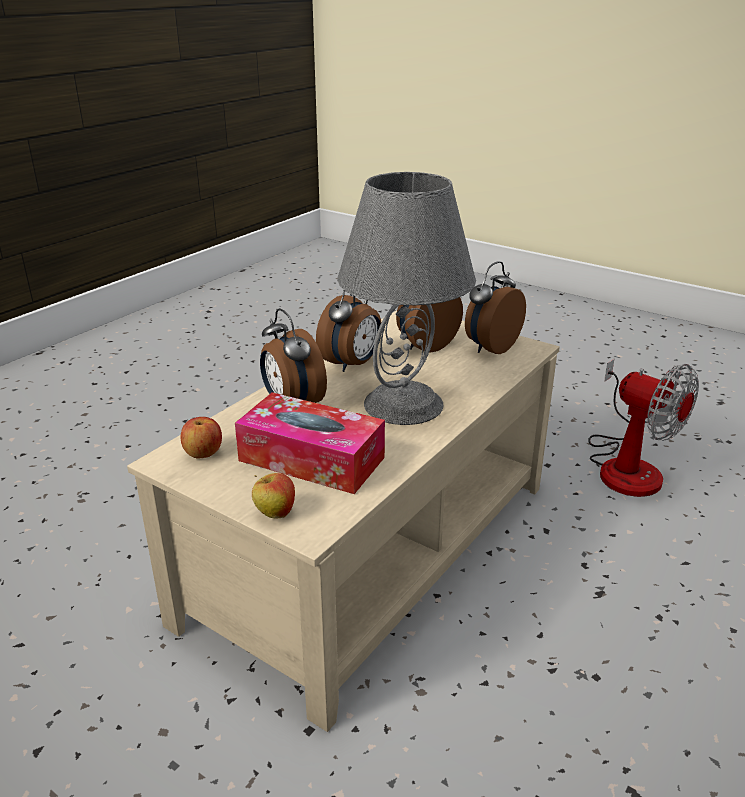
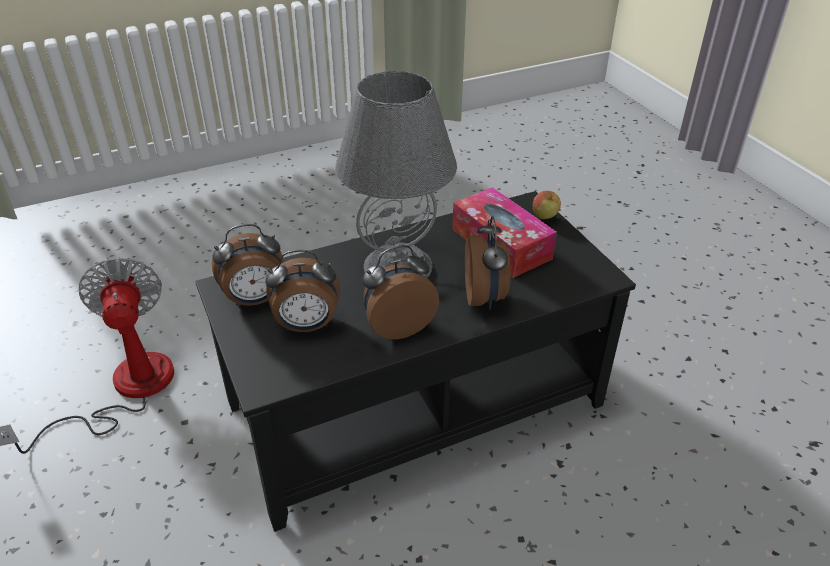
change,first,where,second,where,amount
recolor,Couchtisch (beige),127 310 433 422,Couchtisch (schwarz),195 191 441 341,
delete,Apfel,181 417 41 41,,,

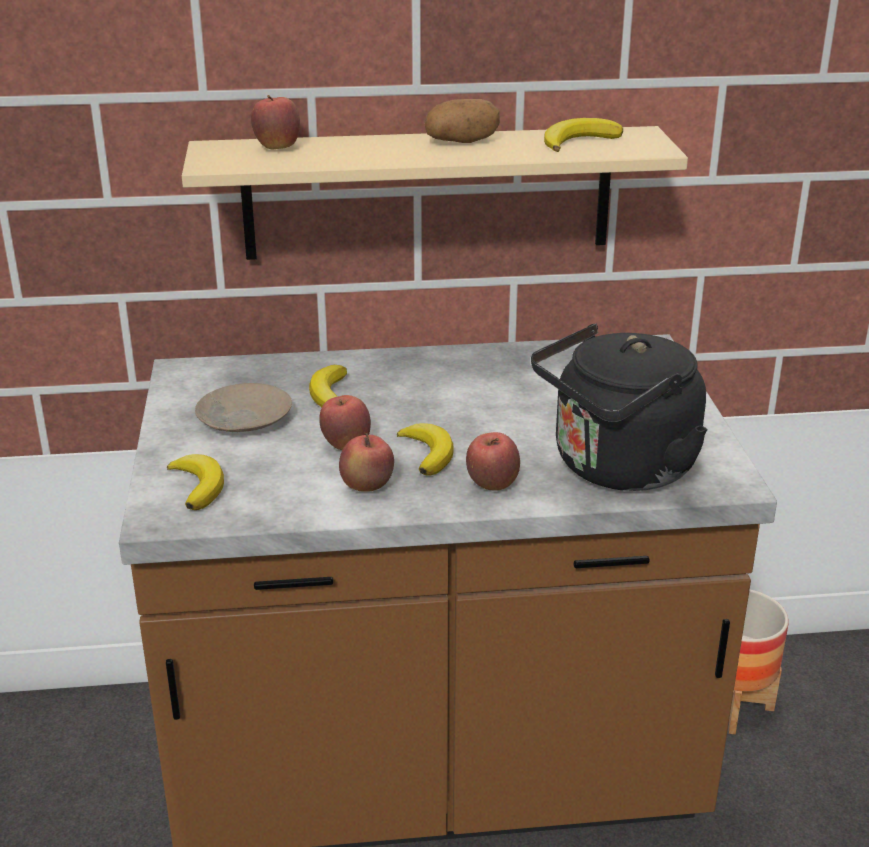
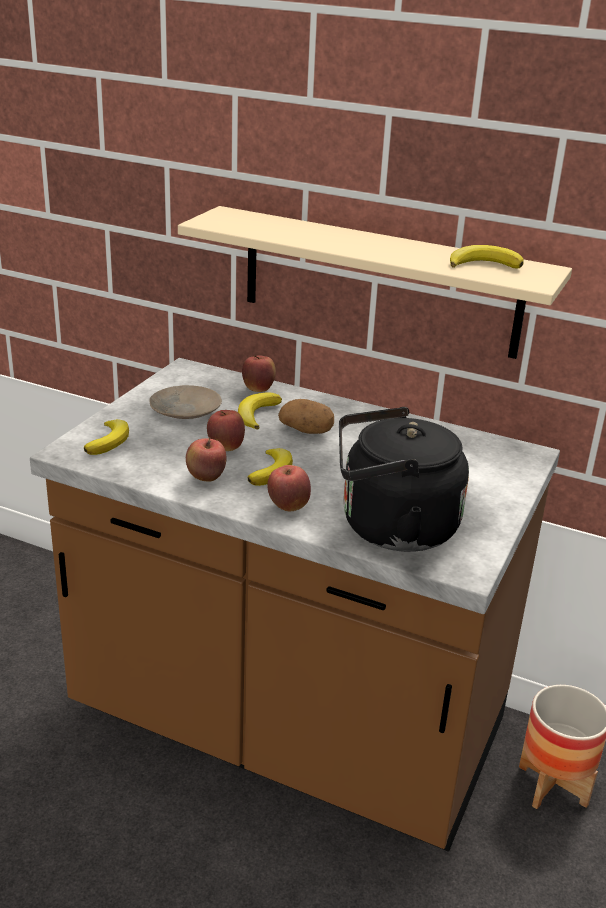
change,first,where,second,where,amount
move,Apfel,251 95 49 55,,242 355 34 37,
move,Kartoffel,425 99 75 44,,278 399 56 35,

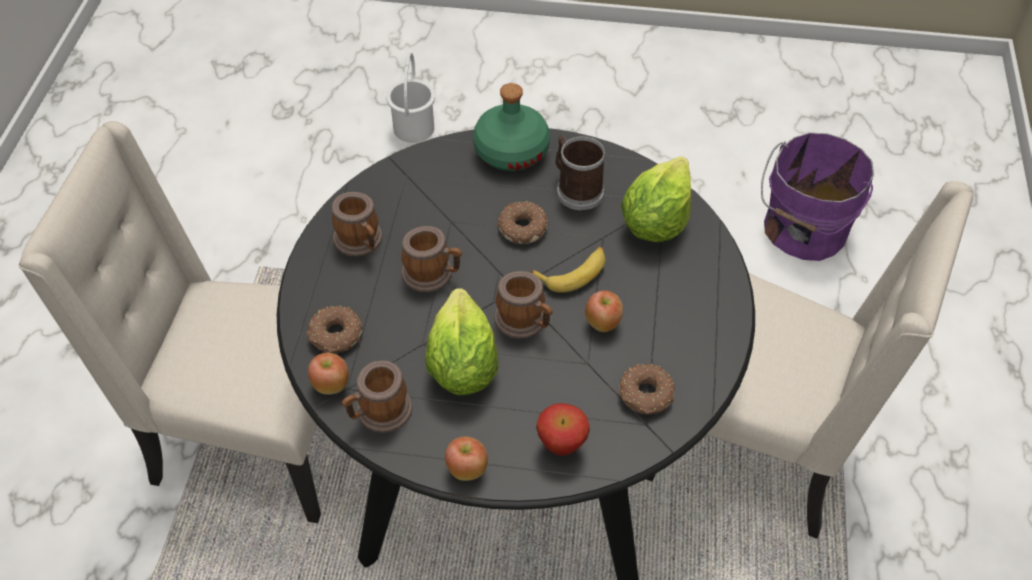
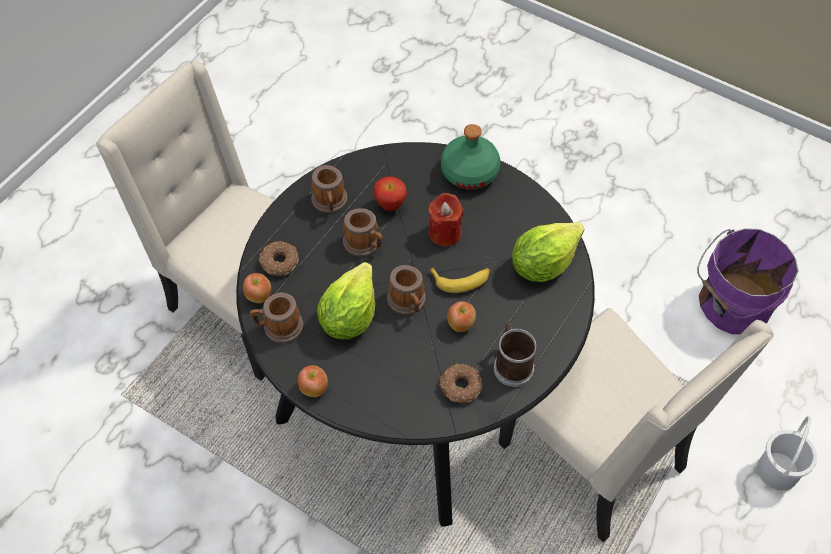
change,first,where,second,where,amount
move,Eimer (weiß),386 53 49 90,,757 416 60 74,
replace,Donut,497 201 51 43,Kerze (rot),428 193 36 53,
move,Apfel,536 403 54 53,,374 176 33 35,
move,Henkelbecher,556 135 50 75,,494 322 42 65,

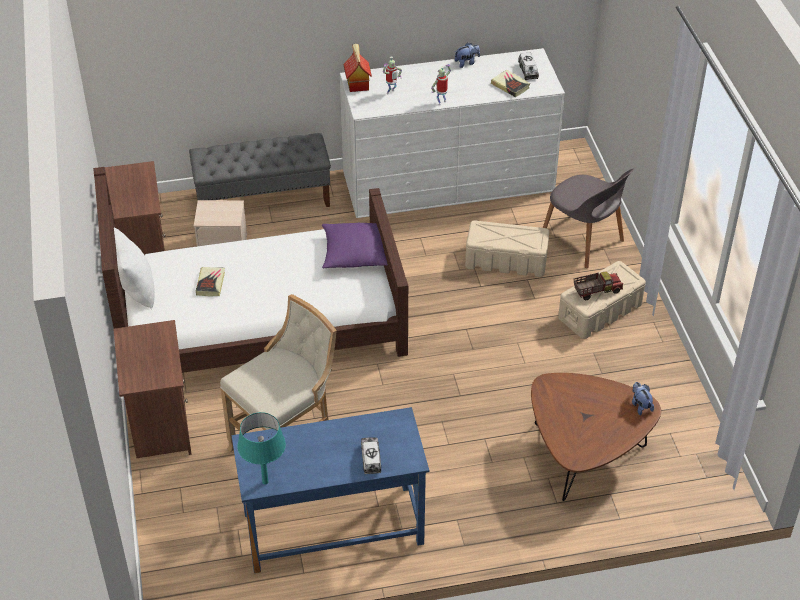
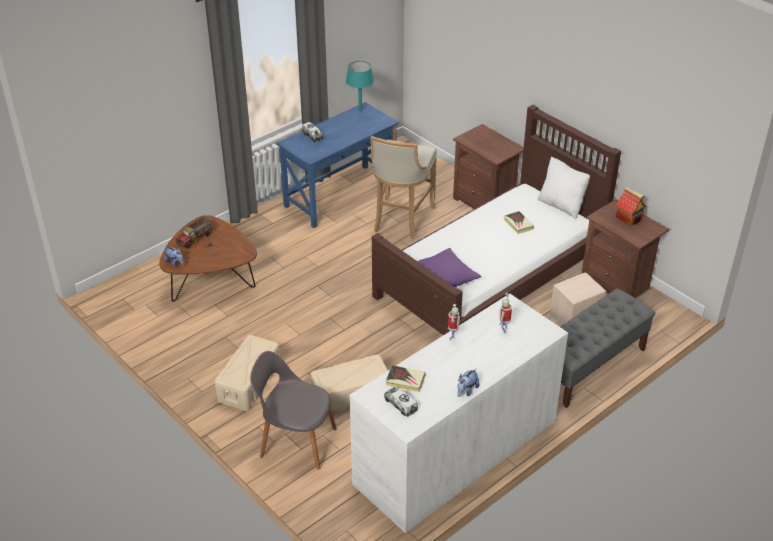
change,first,where,second,where,amount
move,Spielzeughaus,343 43 29 49,,616 187 30 39,
move,Spielzeuglaster,573 272 50 28,,175 217 38 32,

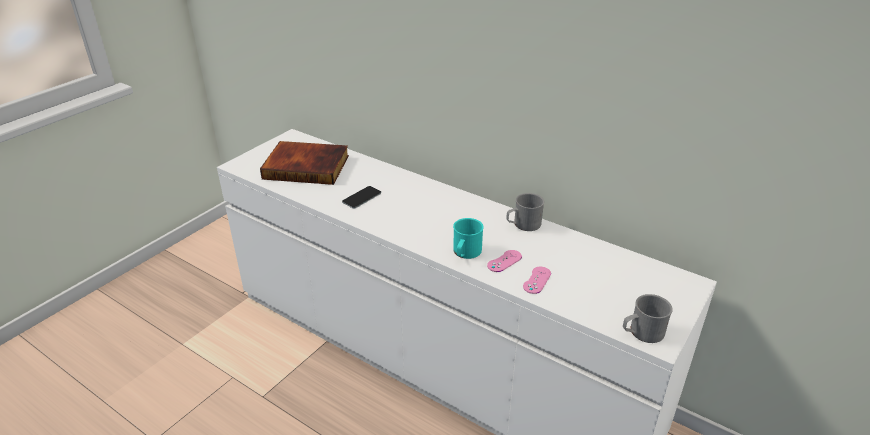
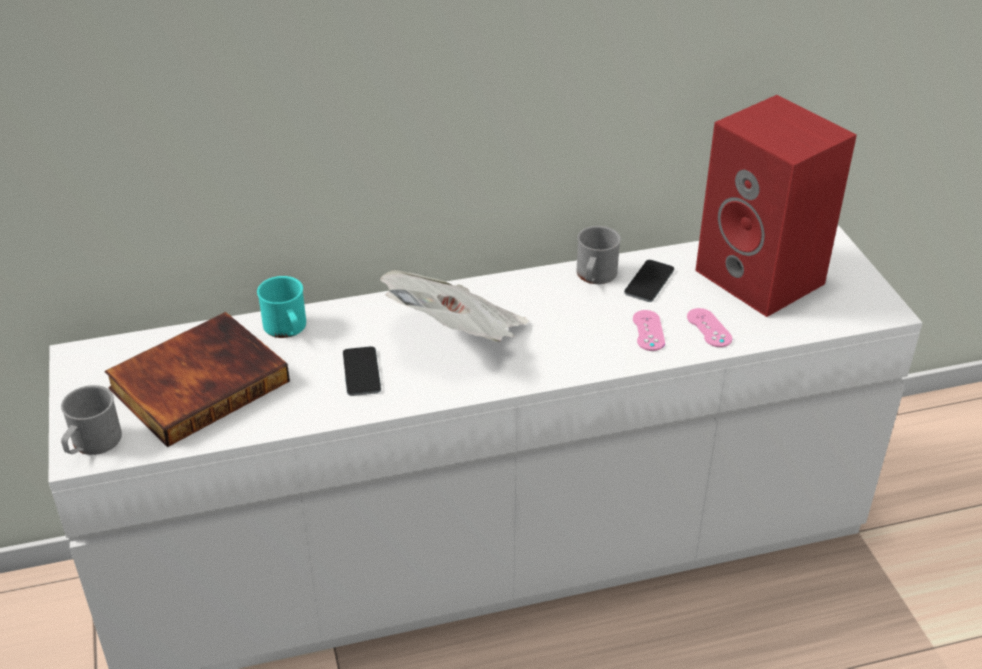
change,first,where,second,where,amount
move,Henkelbecher (türkis),453 218 31 41,,257 276 49 62,
move,Henkelbecher (grau),623 294 50 49,,61 385 61 70,
insert,,,Zeitung,380 270 148 72,
insert,,,Handy,624 260 50 42,
insert,,,Lautsprecher (rot),695 95 162 222,

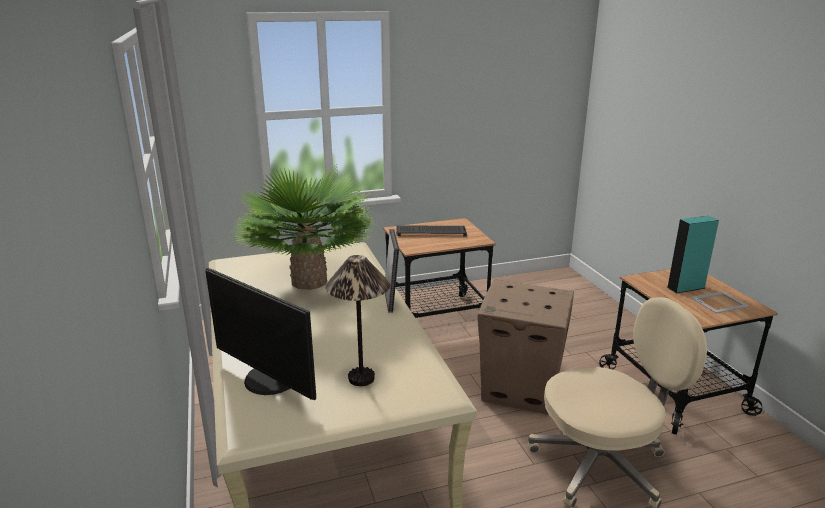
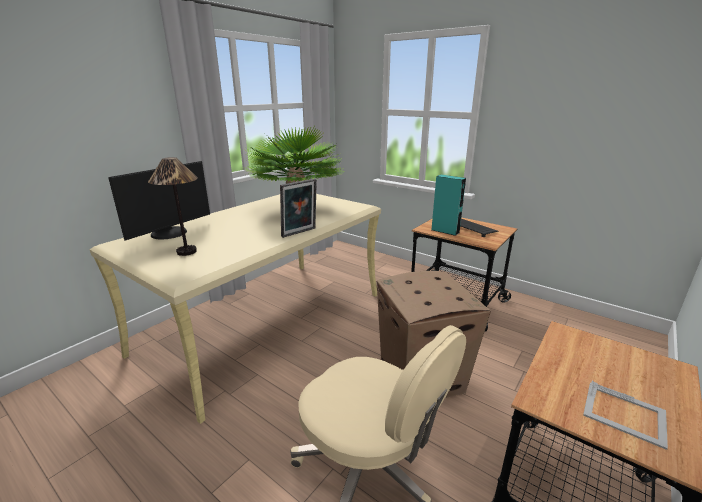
change,first,where,second,where,amount
rotate,Monitor,205 268 111 132,,108 161 102 80,150 degrees counterclockwise
move,Lautsprecher (türkis),667 216 52 77,,431 175 35 61,

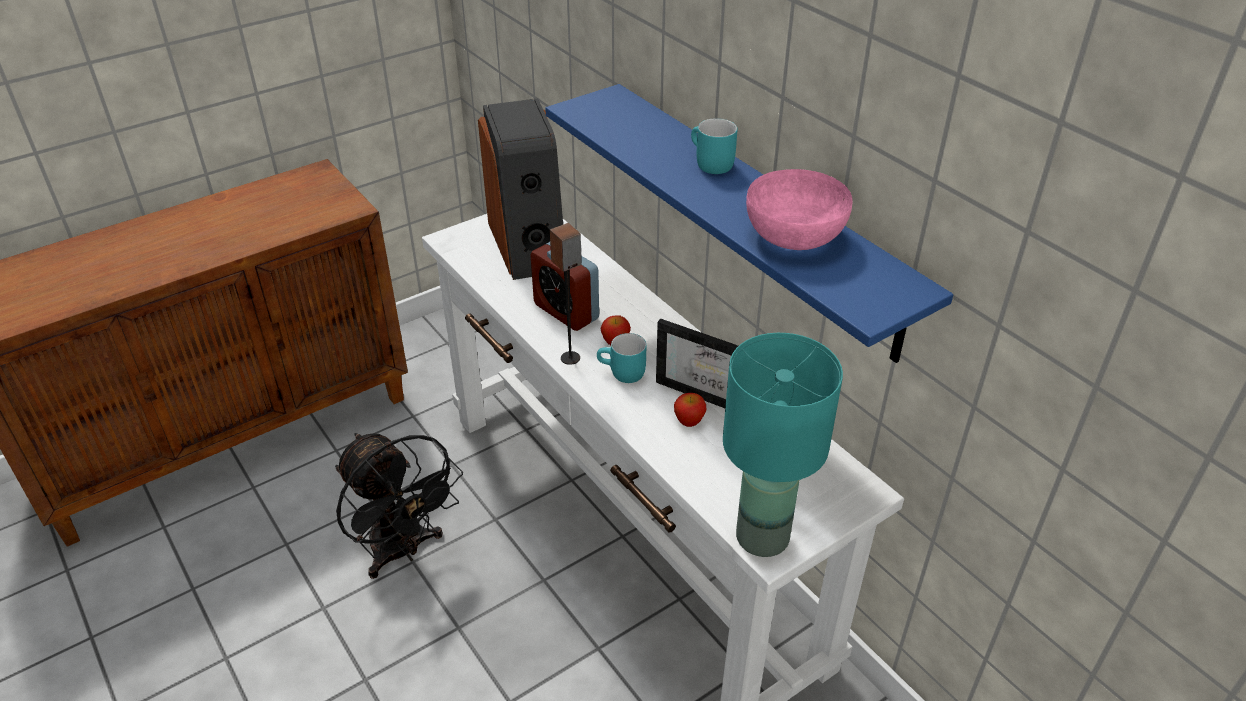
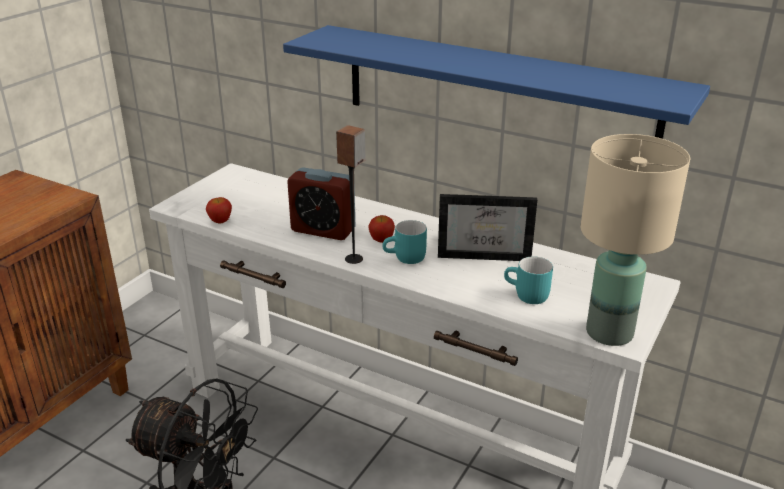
change,first,where,second,where,amount
delete,Lautsprecher,478 99 85 181,,,
move,Apfel,674 393 32 34,,206 197 26 27,
move,Henkelbecher (türkis),691 118 47 56,,504 256 49 48,
recolor,Tischlampe (türkis),723 333 120 224,Tischlampe (beige),581 134 109 212,
delete,Schüssel (rosa),746 169 106 81,,,

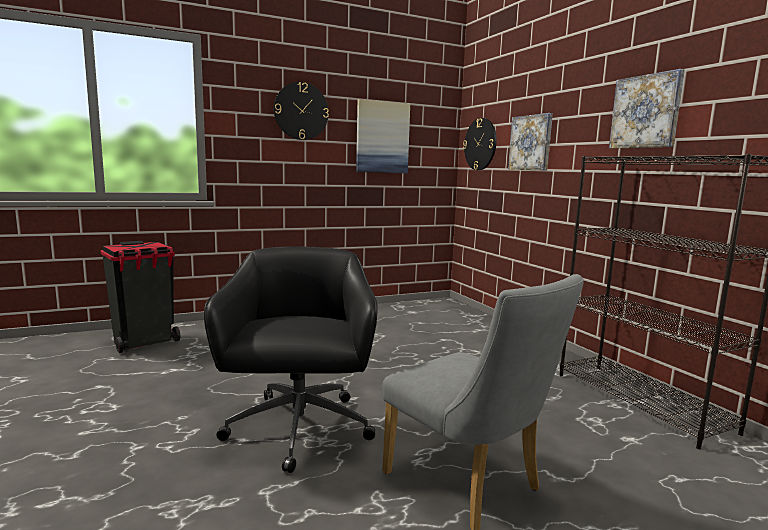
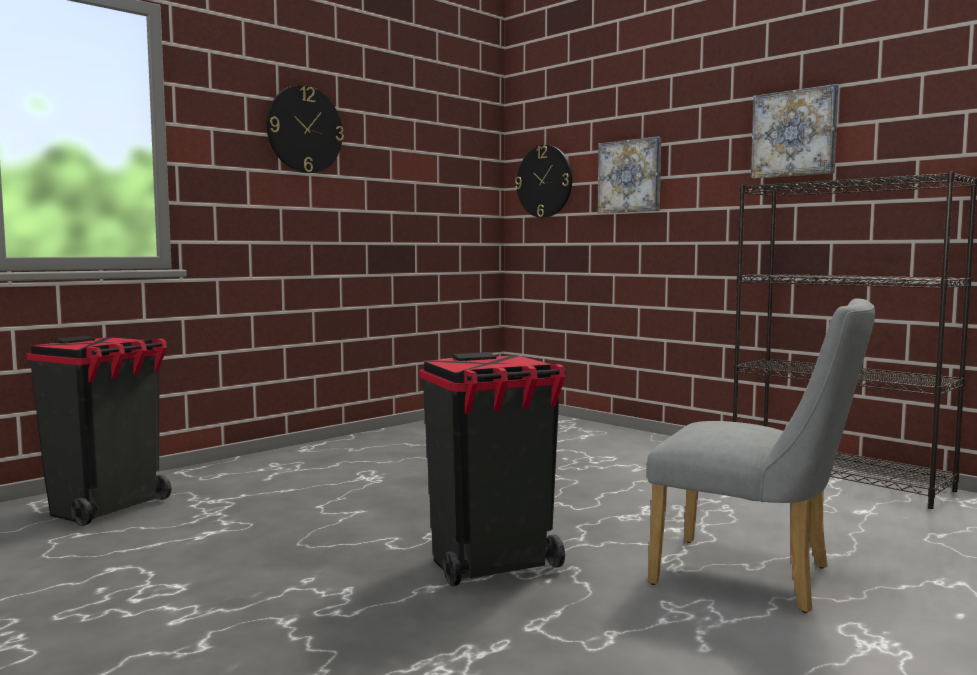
change,first,where,second,where,amount
replace,Bürostuhl (schwarz),204 246 174 227,Mülleimer (schwarz),419 352 147 234,
delete,Bild,356 99 54 74,,,

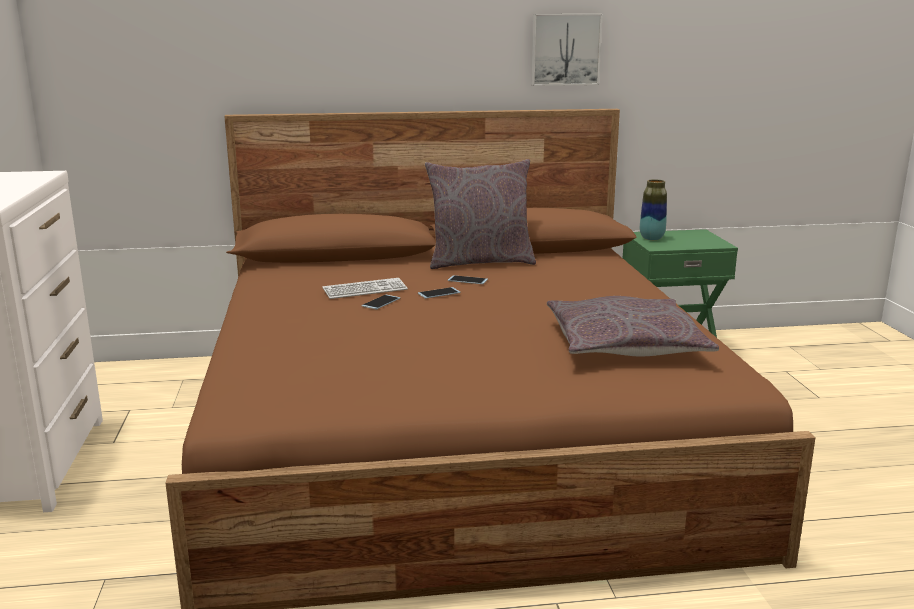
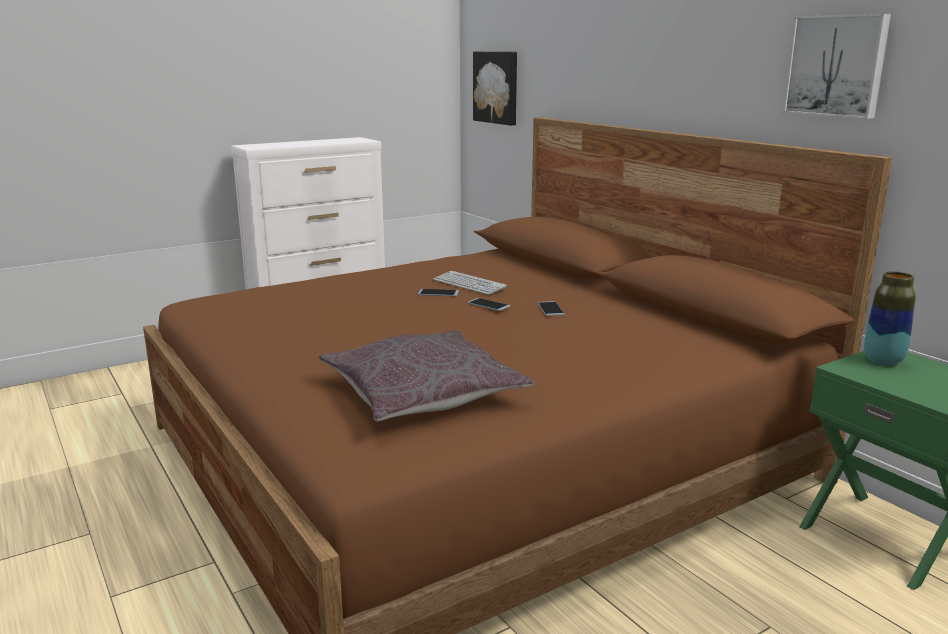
change,first,where,second,where,amount
delete,Kissen (grau),425 159 111 110,,,
insert,,,Bild,473 52 44 74,

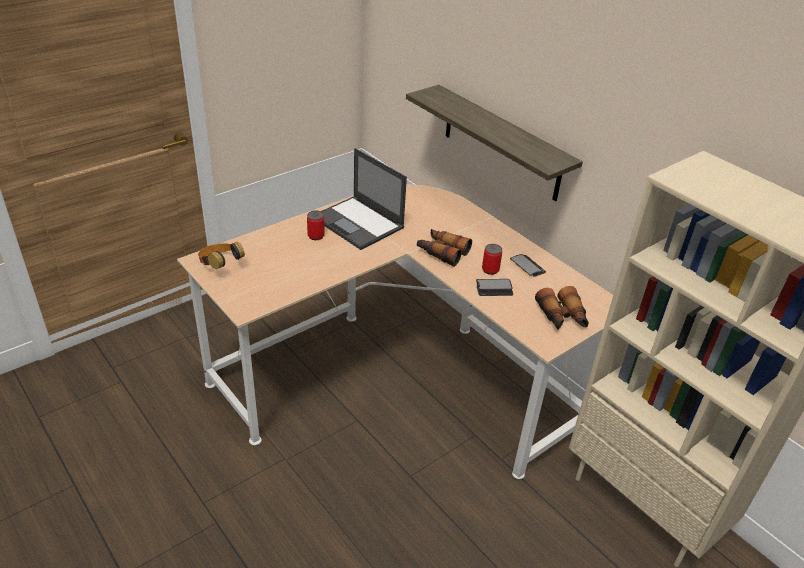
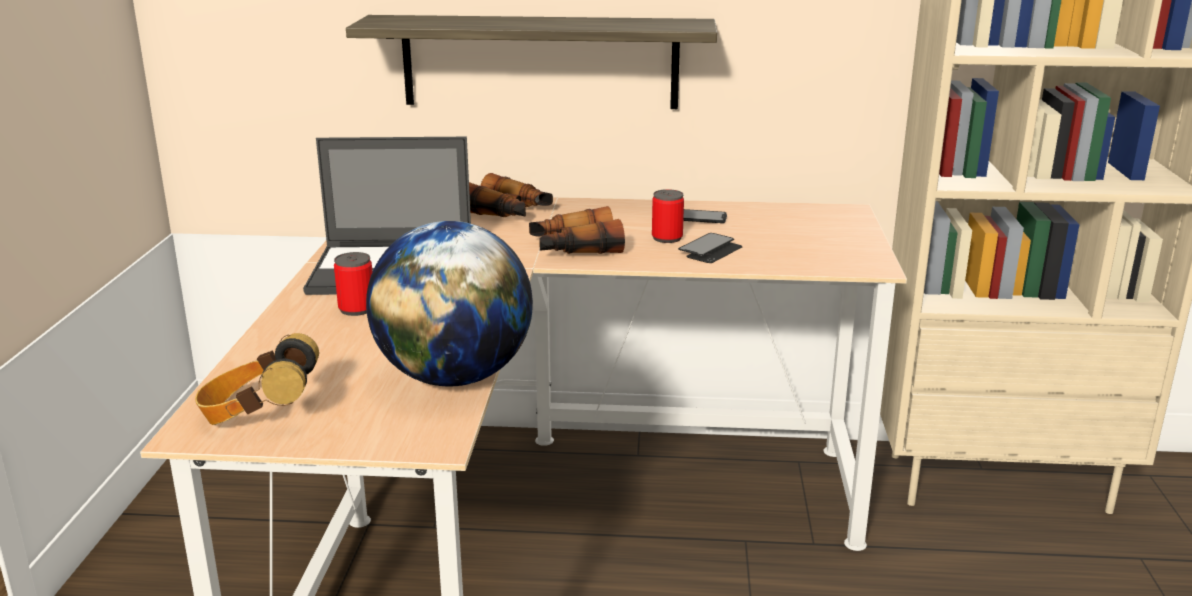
change,first,where,second,where,amount
move,Fernglas,535 286 54 44,,469 173 84 44,
insert,,,Globus,366 221 167 166,

